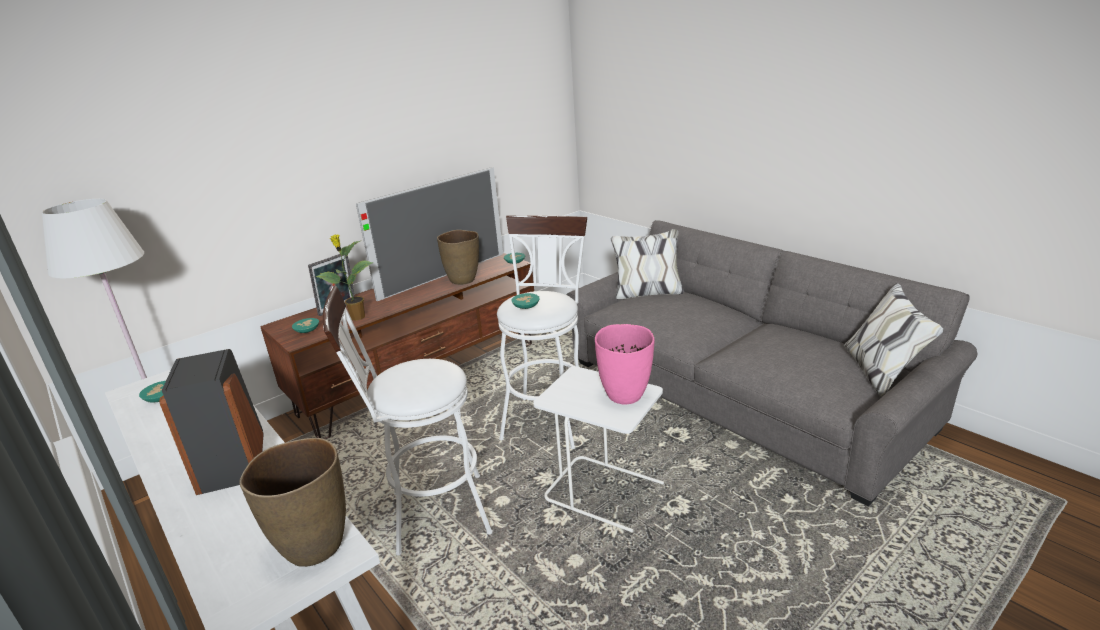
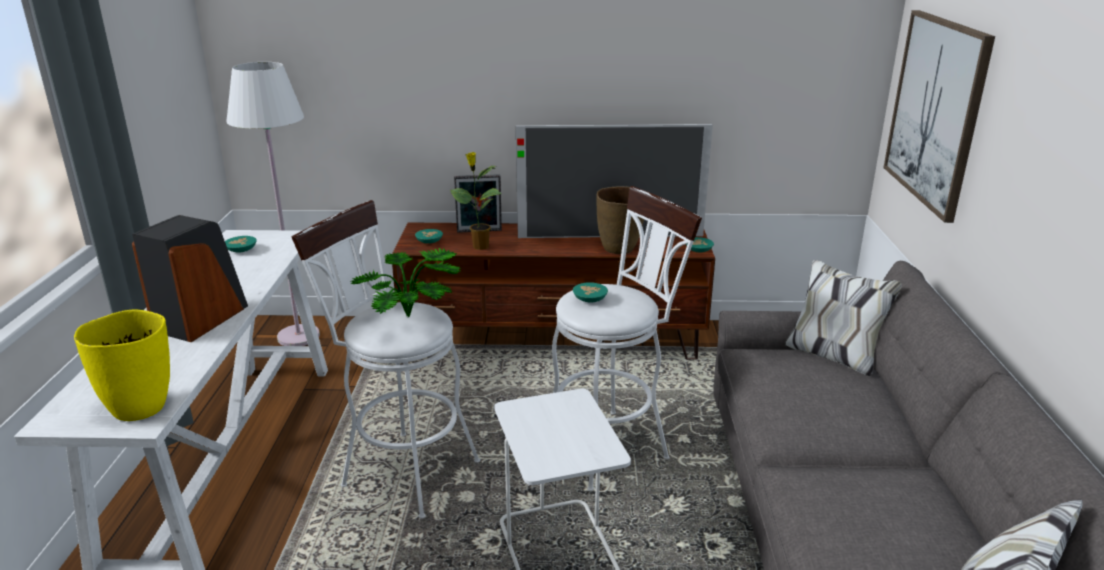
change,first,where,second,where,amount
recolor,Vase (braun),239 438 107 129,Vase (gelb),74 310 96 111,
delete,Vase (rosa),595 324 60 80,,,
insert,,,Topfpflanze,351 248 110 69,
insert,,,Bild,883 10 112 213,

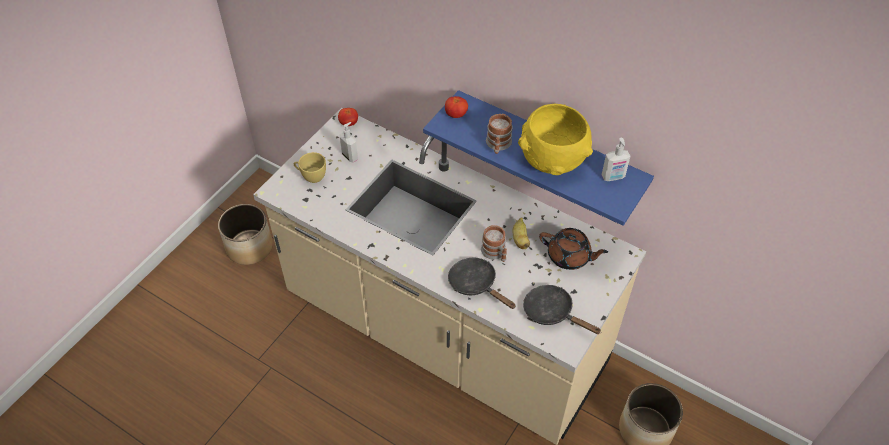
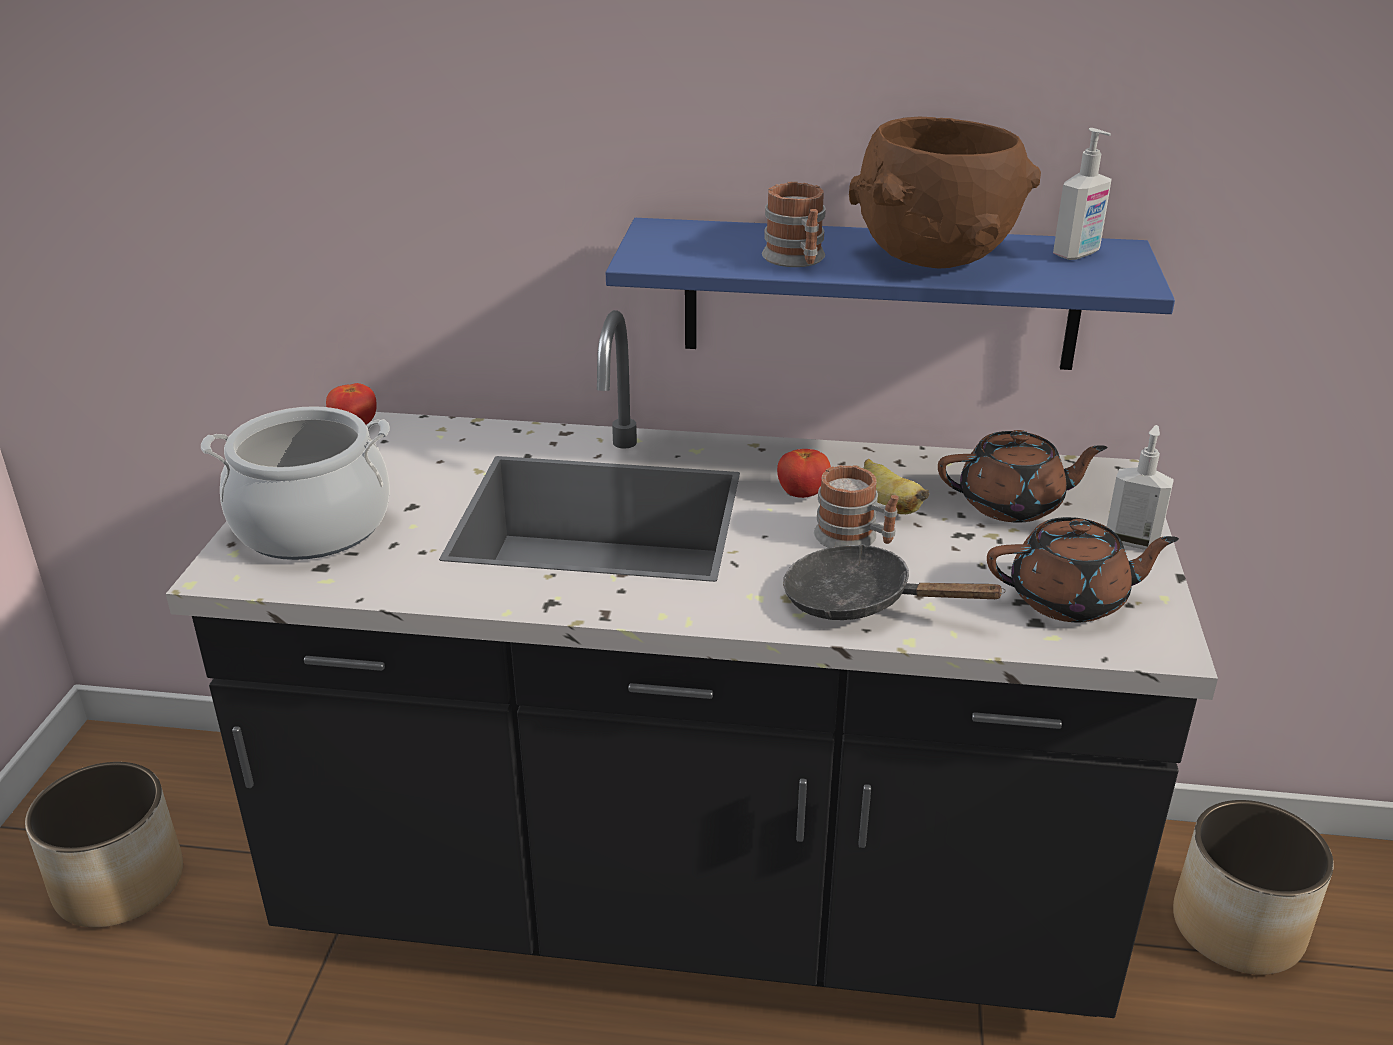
change,first,where,second,where,amount
recolor,Küchenzeile (beige),253 108 393 337,Küchenzeile (schwarz),166 310 1052 708,
replace,Tasse (gelb),294 152 32 31,Kochtopf,201 406 189 154,
move,Seifenspender,339 122 19 40,,1107 425 67 124,
move,Tomate,445 96 23 22,,777 449 54 49,
recolor,Schüssel (gelb),518 104 75 71,Schüssel (braun),849 117 192 151,
replace,Pfanne (schwarz),523 285 78 49,Teekanne (braun),987 517 192 105,

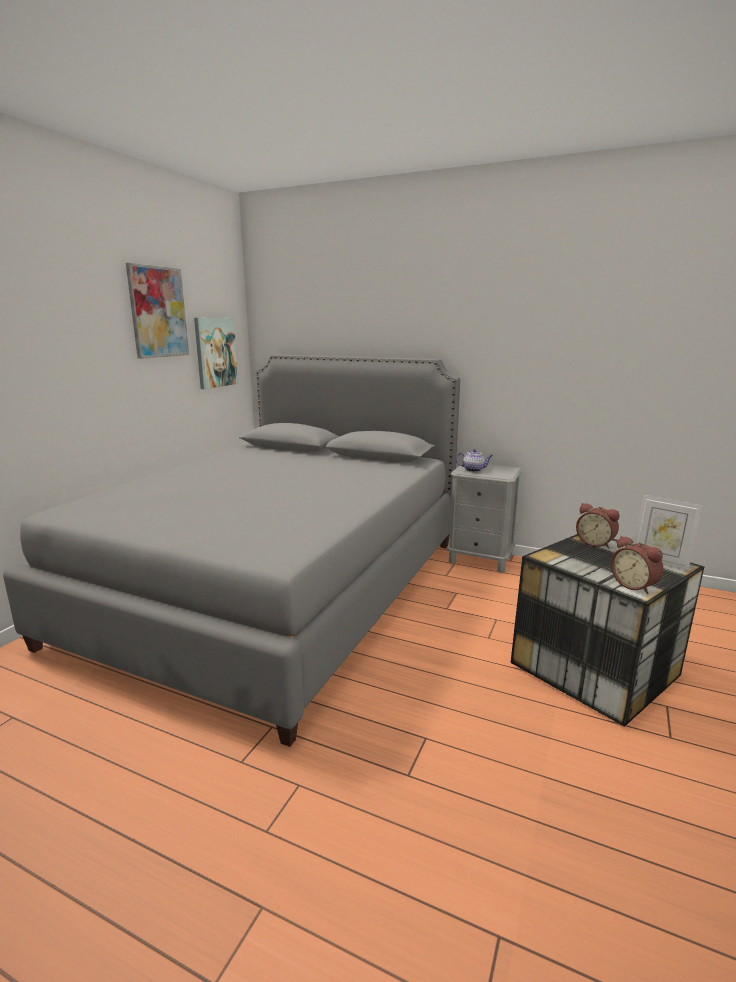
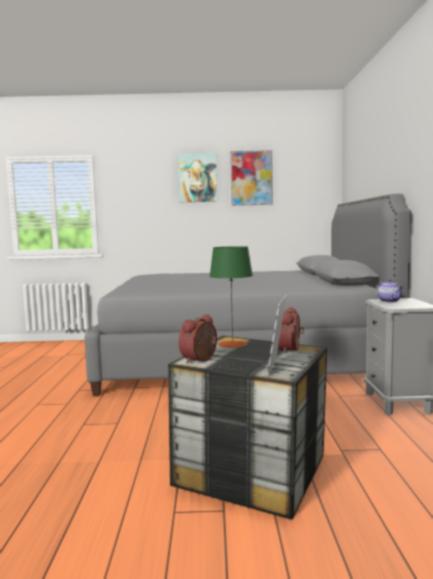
change,first,where,second,where,amount
move,Bild,194 318 45 71,,177 152 40 51,
insert,,,Tischlampe (grün),209 246 44 102,

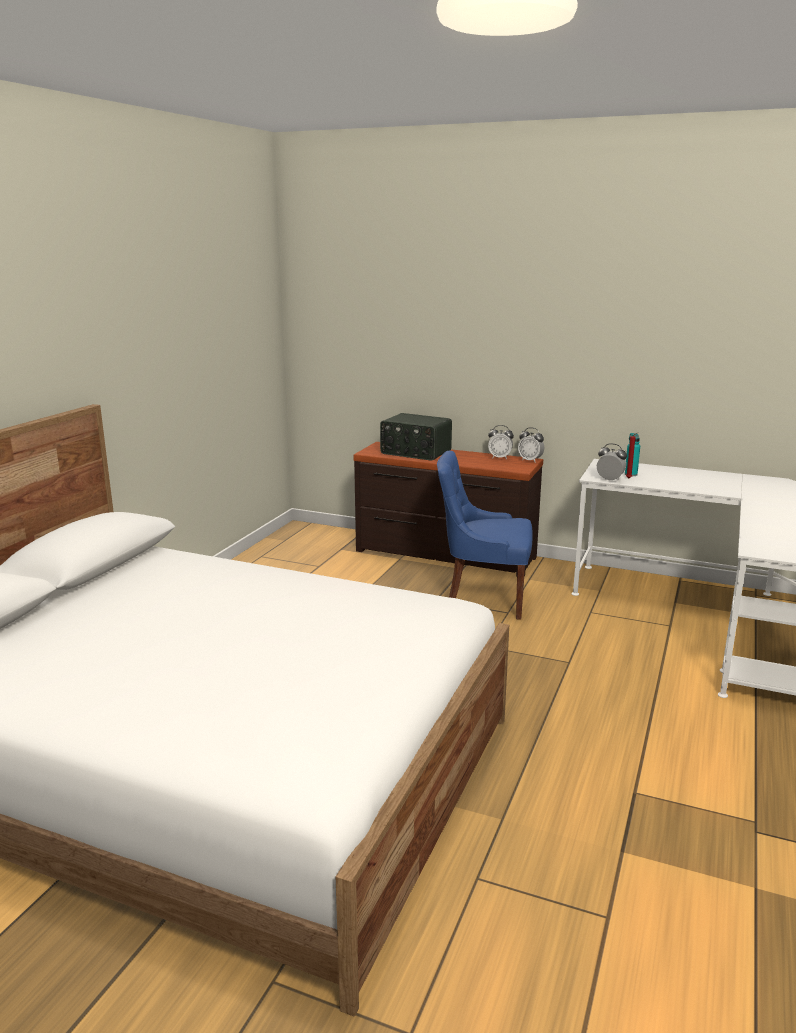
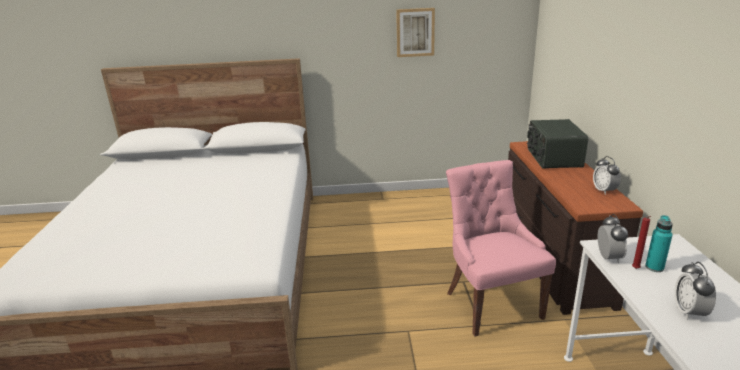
change,first,where,second,where,amount
recolor,Stuhl (blau),437 451 96 169,Stuhl (rosa),446 160 110 177,
move,Wecker,518 427 26 36,,674 262 42 58,
insert,,,Bild,396 8 39 49,

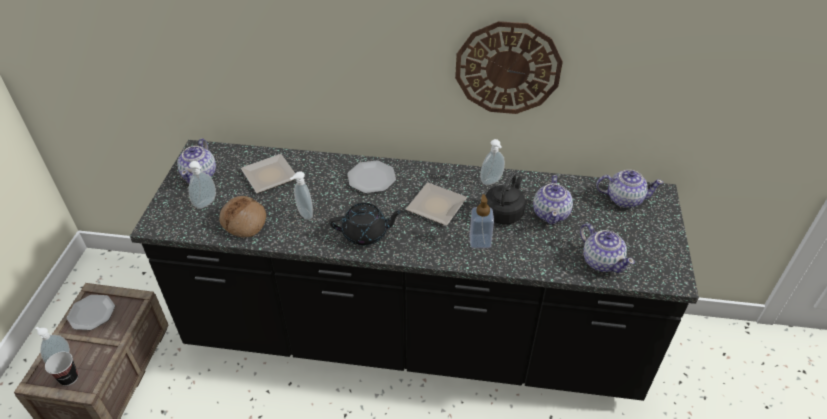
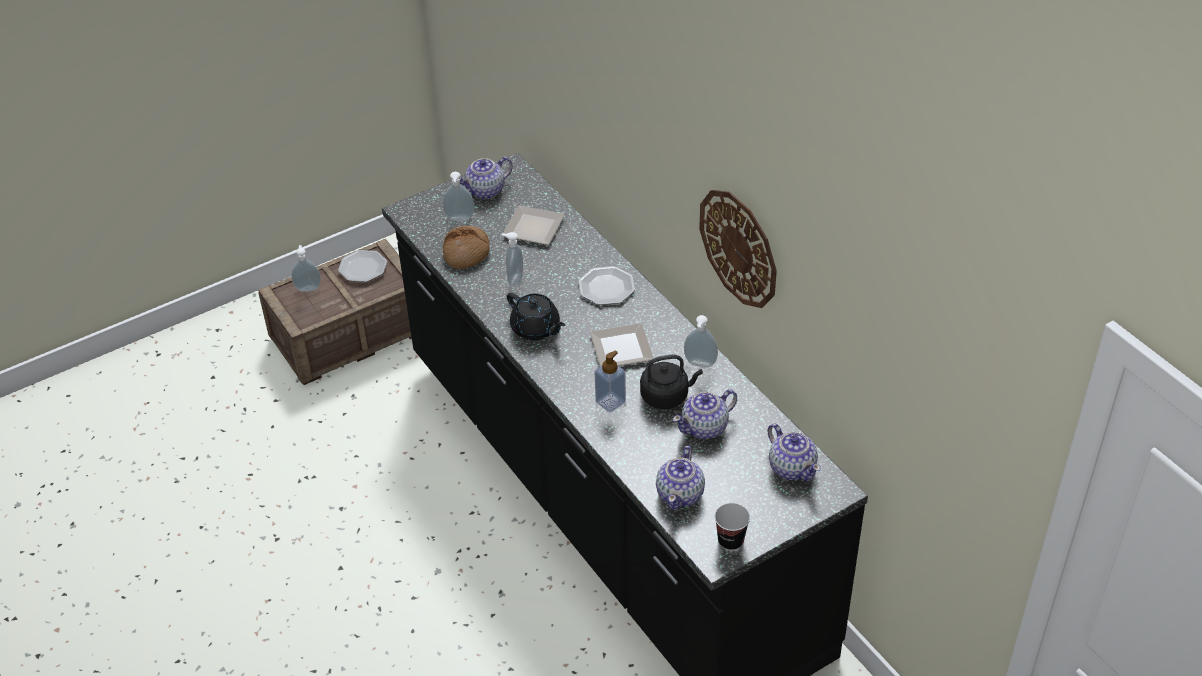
change,first,where,second,where,amount
move,Tasse,45 352 33 34,,715 503 35 48,

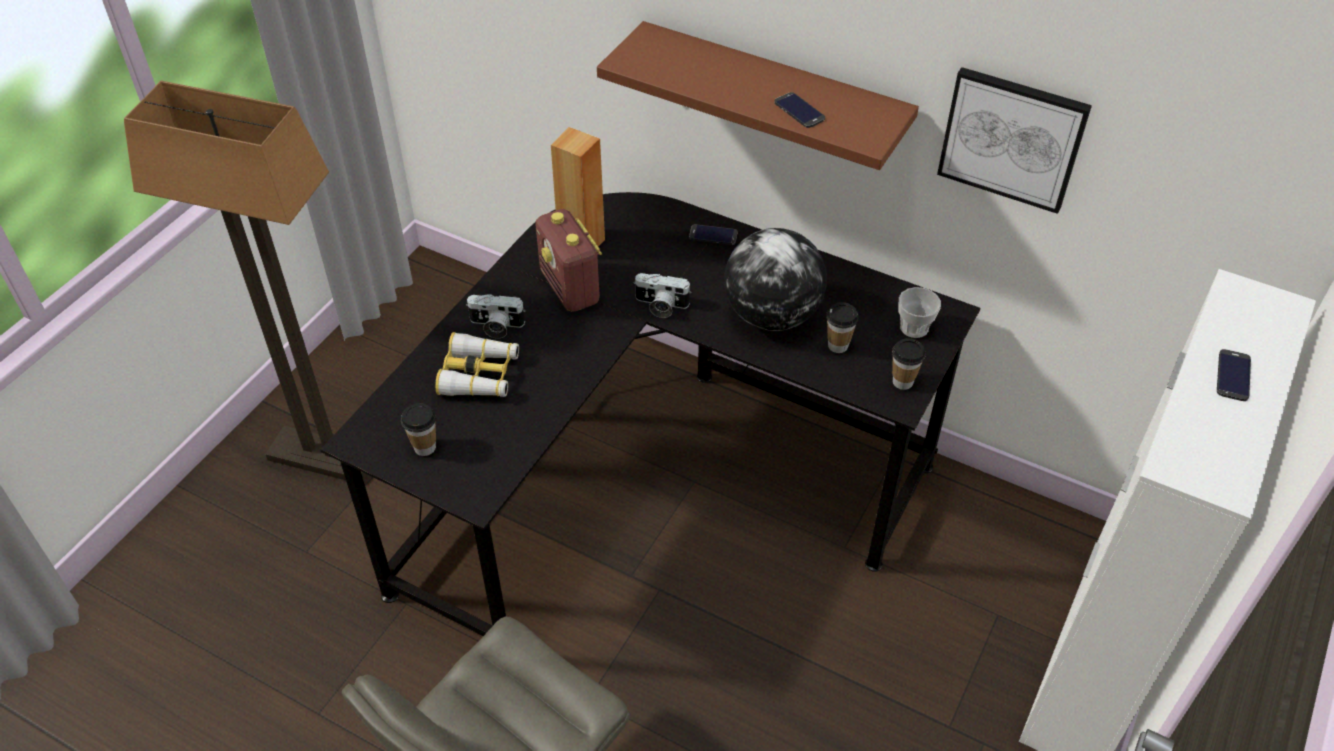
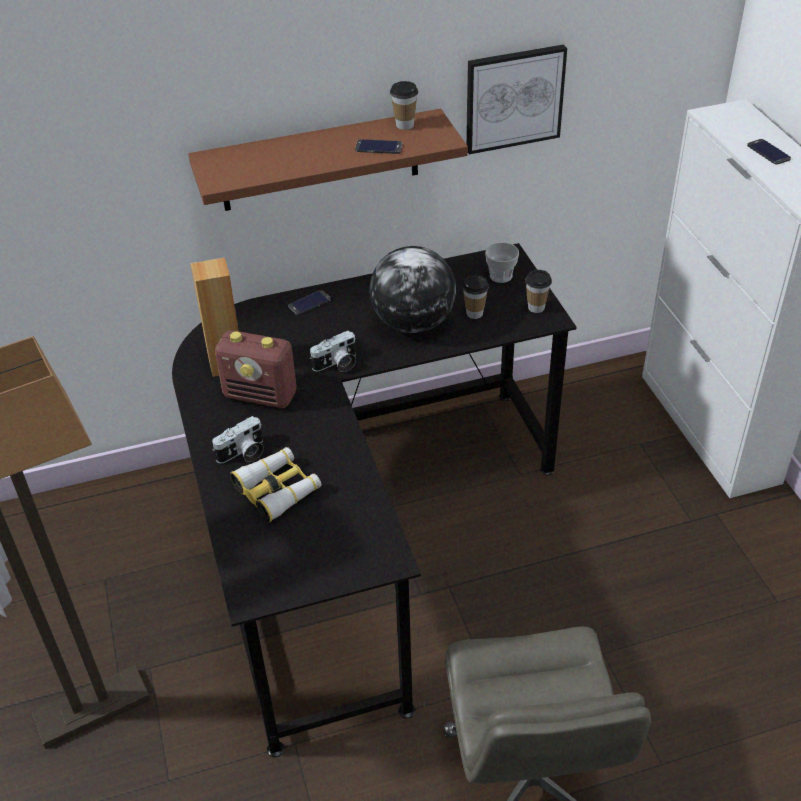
change,first,where,second,where,amount
move,Tasse,401 403 35 53,,390 81 28 49,

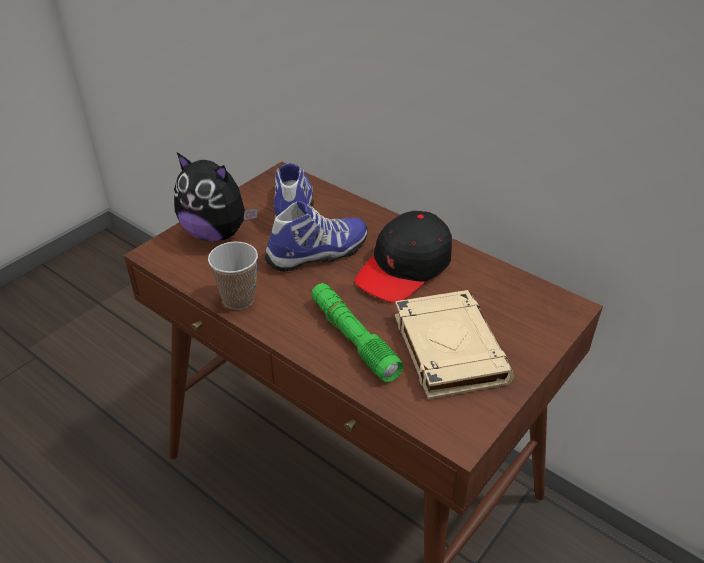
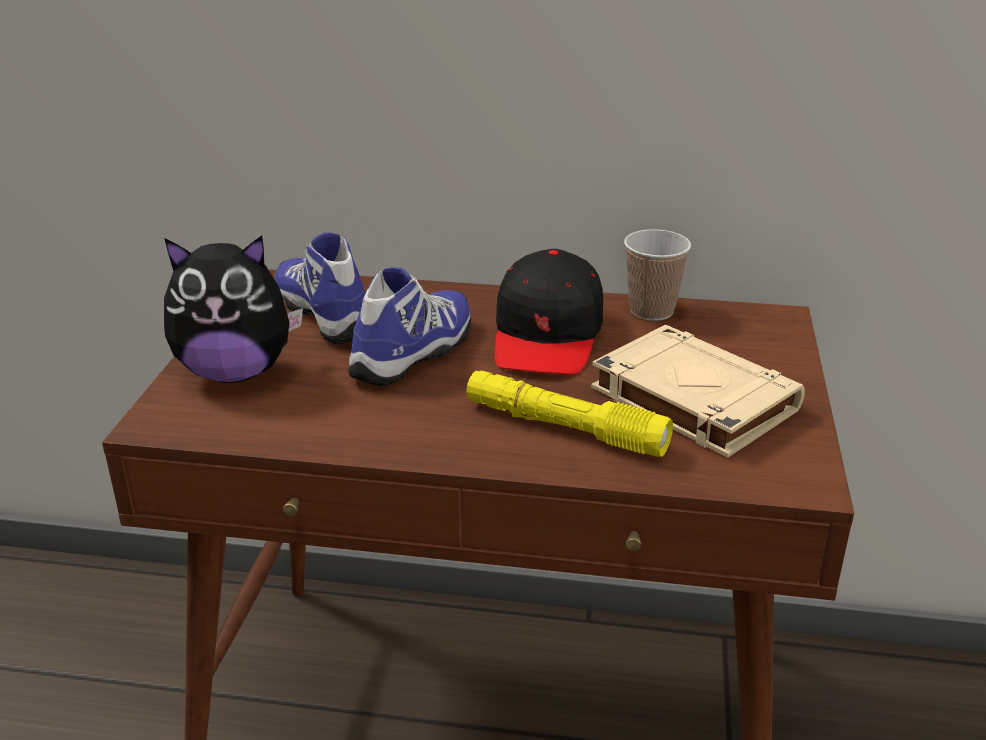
change,first,where,second,where,amount
move,Tasse,208 242 50 68,,624 229 67 92,
recolor,Taschenlampe (grün),311 283 92 99,Taschenlampe (gelb),466 371 207 86,

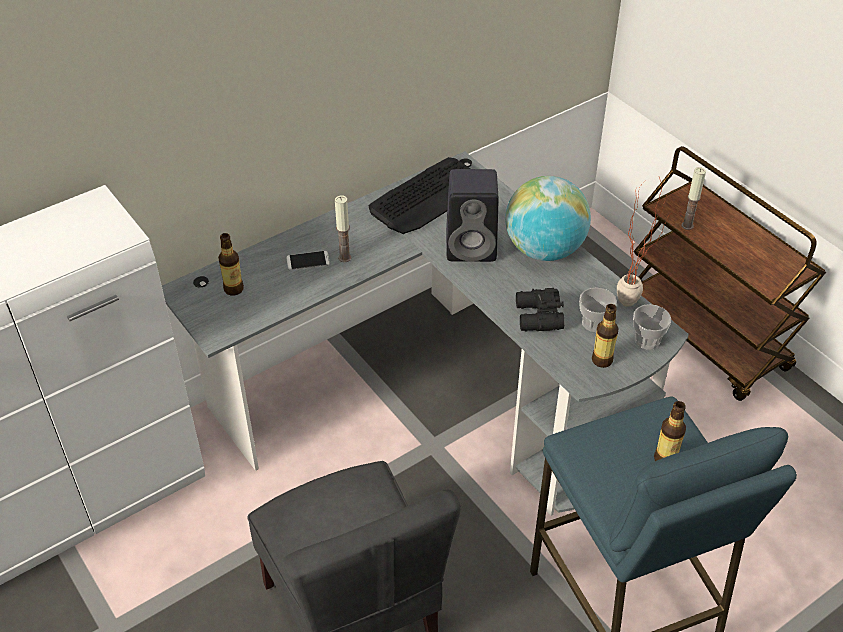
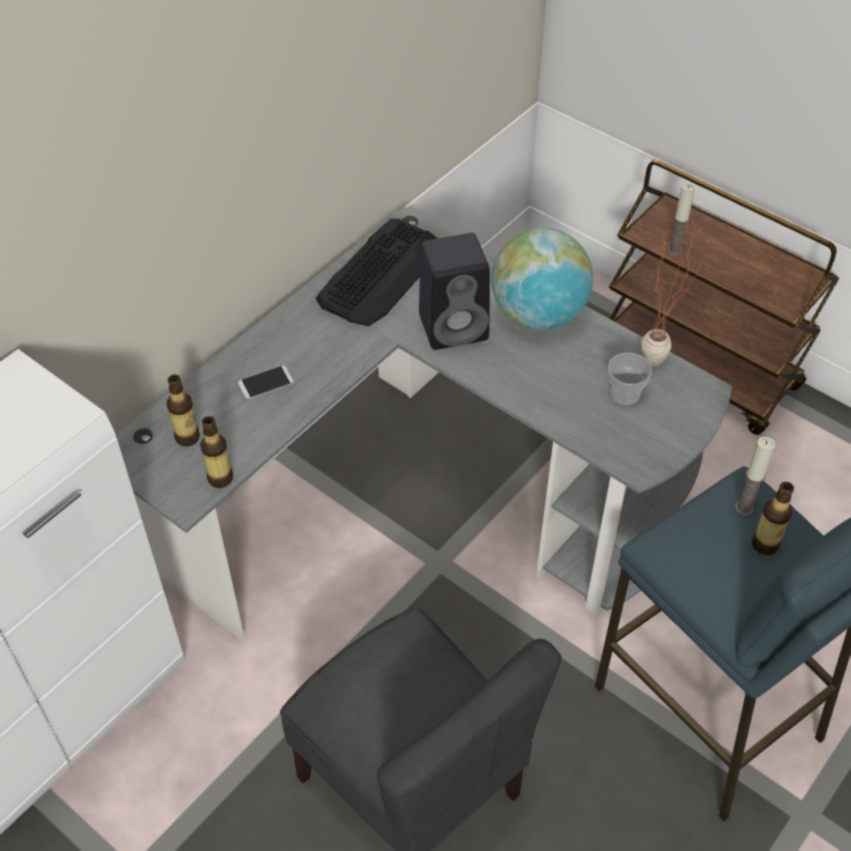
change,first,where,second,where,amount
move,Kerze,335 196 16 66,,735 437 40 79,
delete,Fernglas (schwarz),516 288 49 44,,,
move,Flasche,592 304 26 64,,200 416 33 72,
delete,Tasse,633 304 38 46,,,

